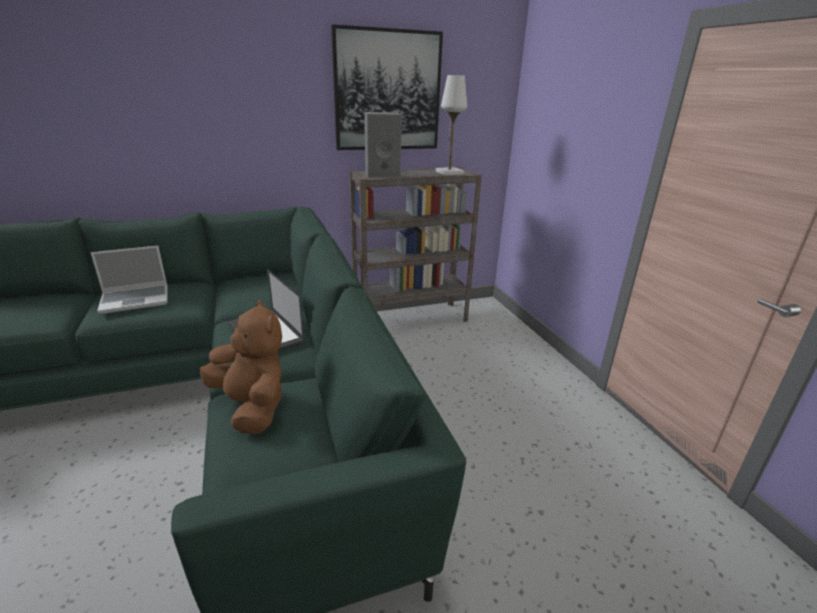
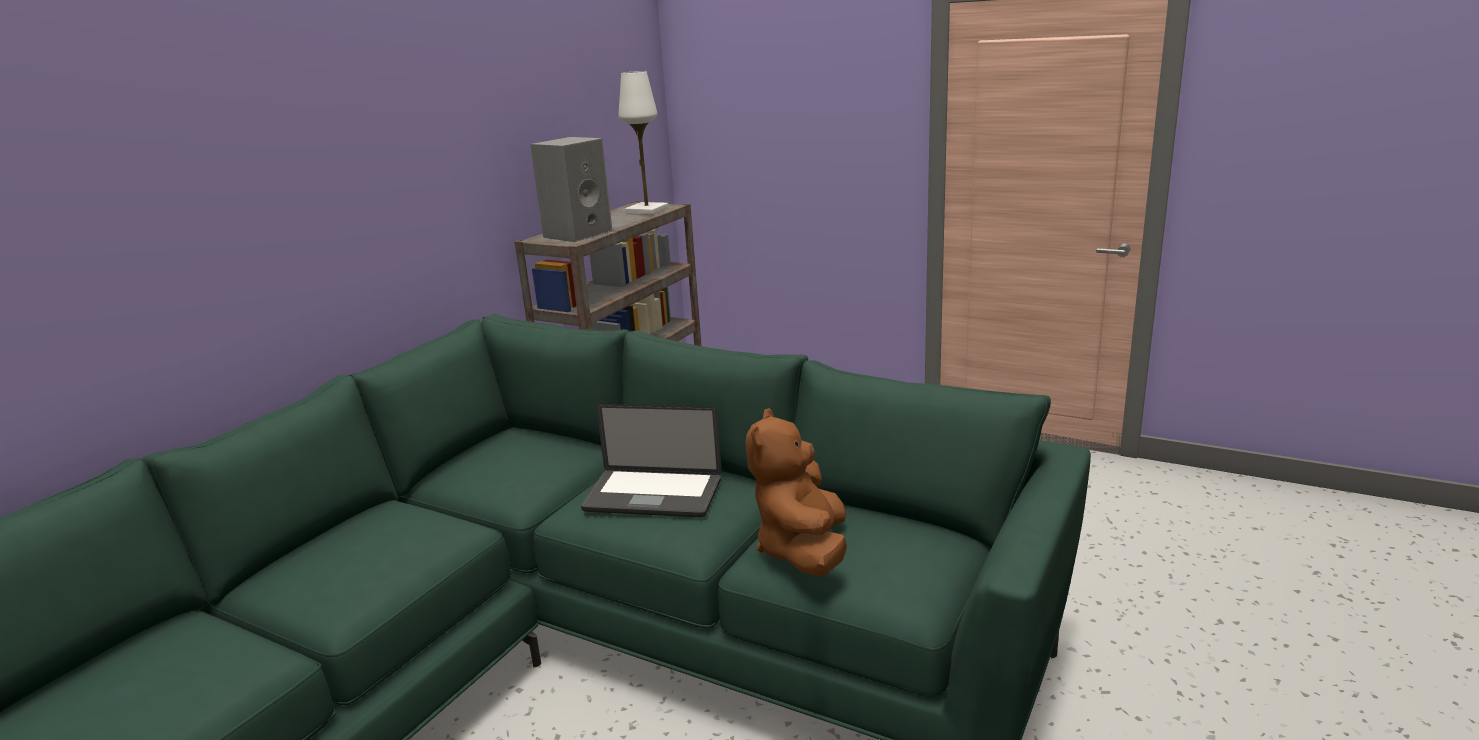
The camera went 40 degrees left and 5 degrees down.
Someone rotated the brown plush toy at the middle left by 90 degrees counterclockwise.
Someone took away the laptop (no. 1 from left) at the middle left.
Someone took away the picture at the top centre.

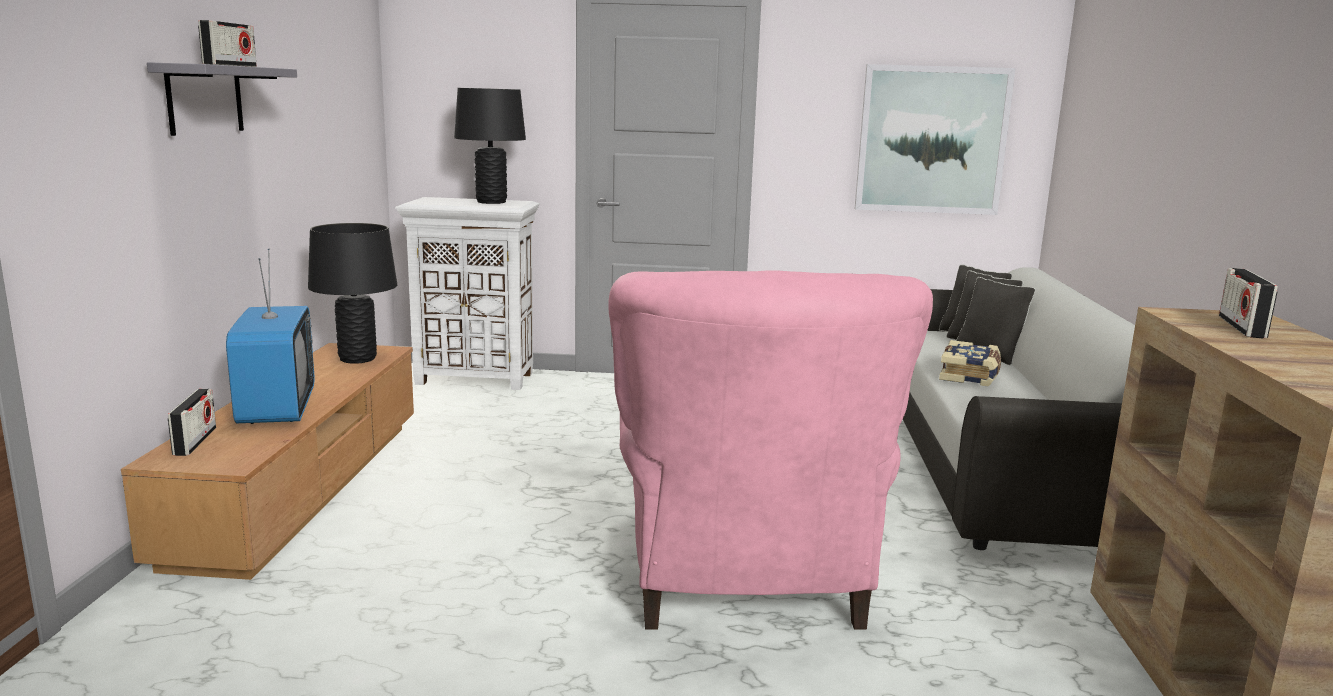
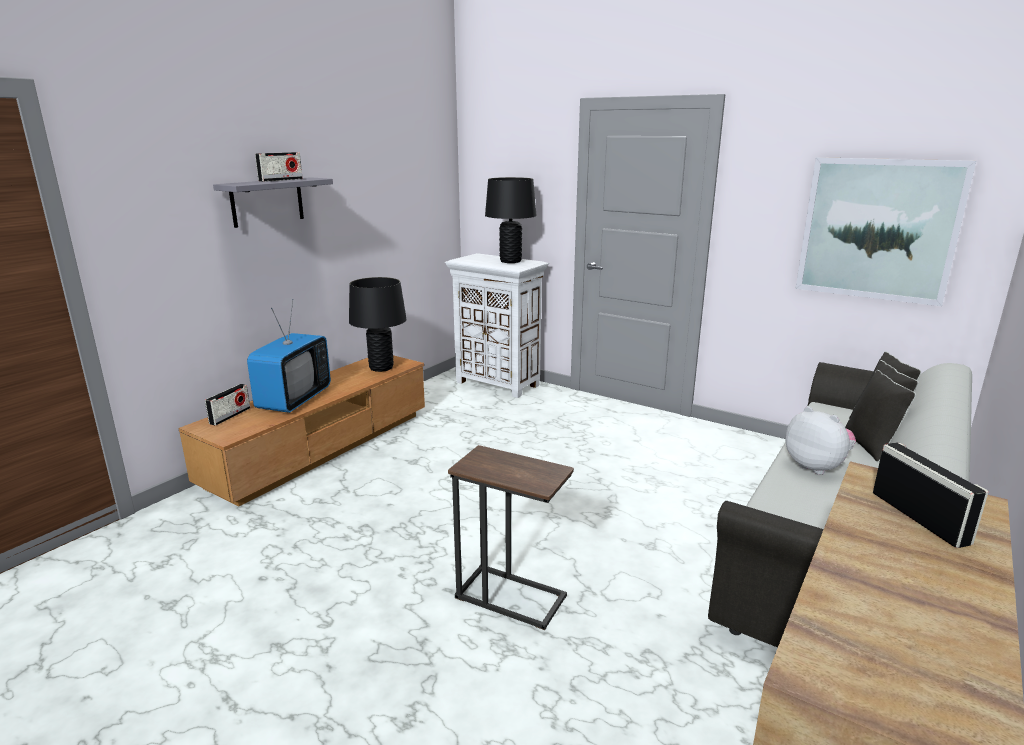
The camera went 30 degrees right and 5 degrees up.
Someone swapped the pink armchair at the centre for the brown side table at the bottom centre.
Someone swapped the book at the middle right for the plush toy at the middle right.
Someone rotated the radio (no. 3 from left) at the middle right by 120 degrees clockwise.

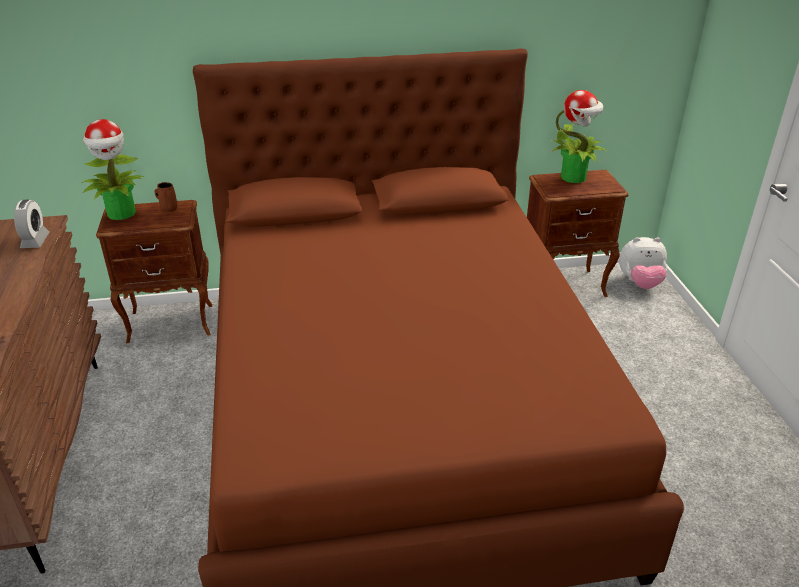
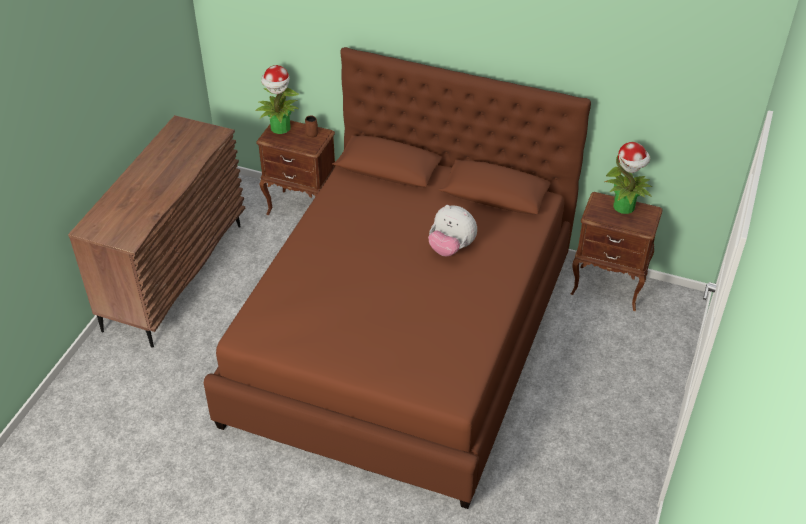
The camera went 30 degrees right and 10 degrees up.
Someone carried the plush toy from the middle right to the centre.
Someone took away the alarm clock at the middle left.

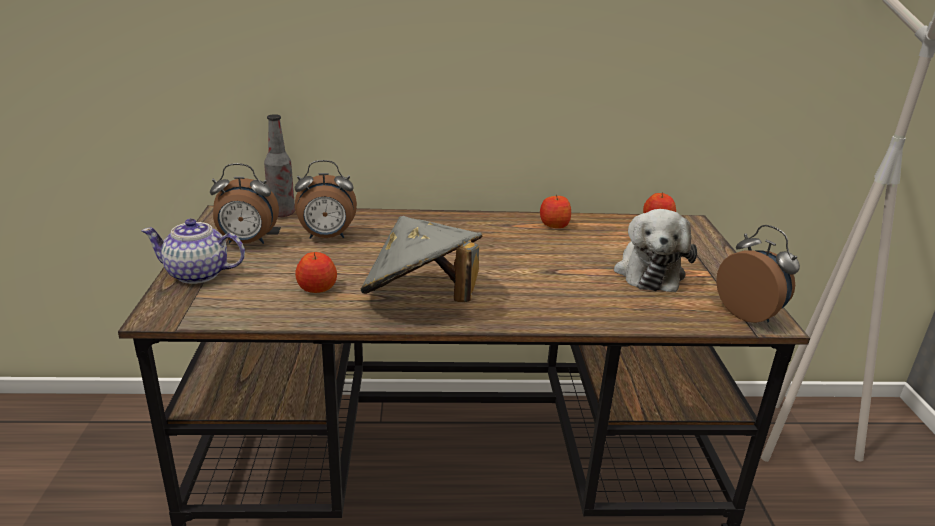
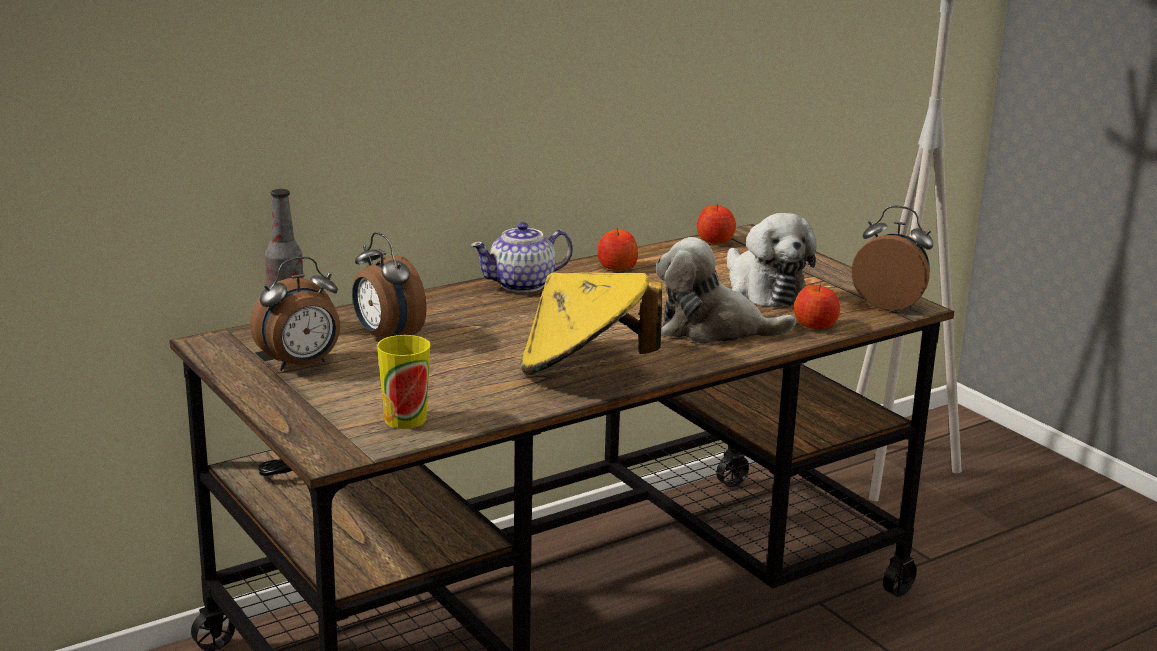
The camera went 30 degrees left and 5 degrees down.
Someone rotated the alarm clock (no. 2 from left) at the centre by 90 degrees clockwise.
Someone put down the cup at the centre.
Someone carried the teapot from the middle left to the centre.
Someone repainted the grey hat at the centre, which became the yellow hat at the centre.
Someone put down the plush toy (no. 1 from left) at the centre.
Someone carried the apple (no. 1 from left in the first image) from the centre to the middle right.

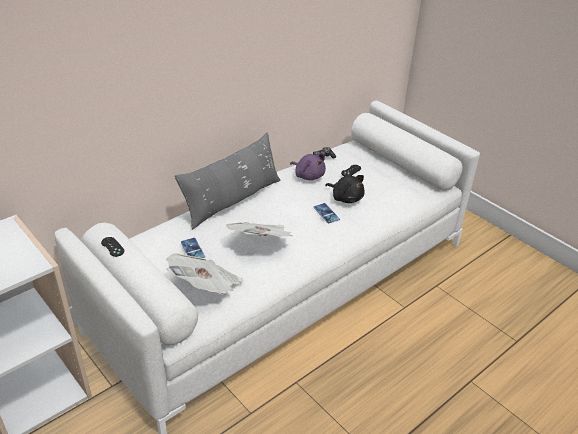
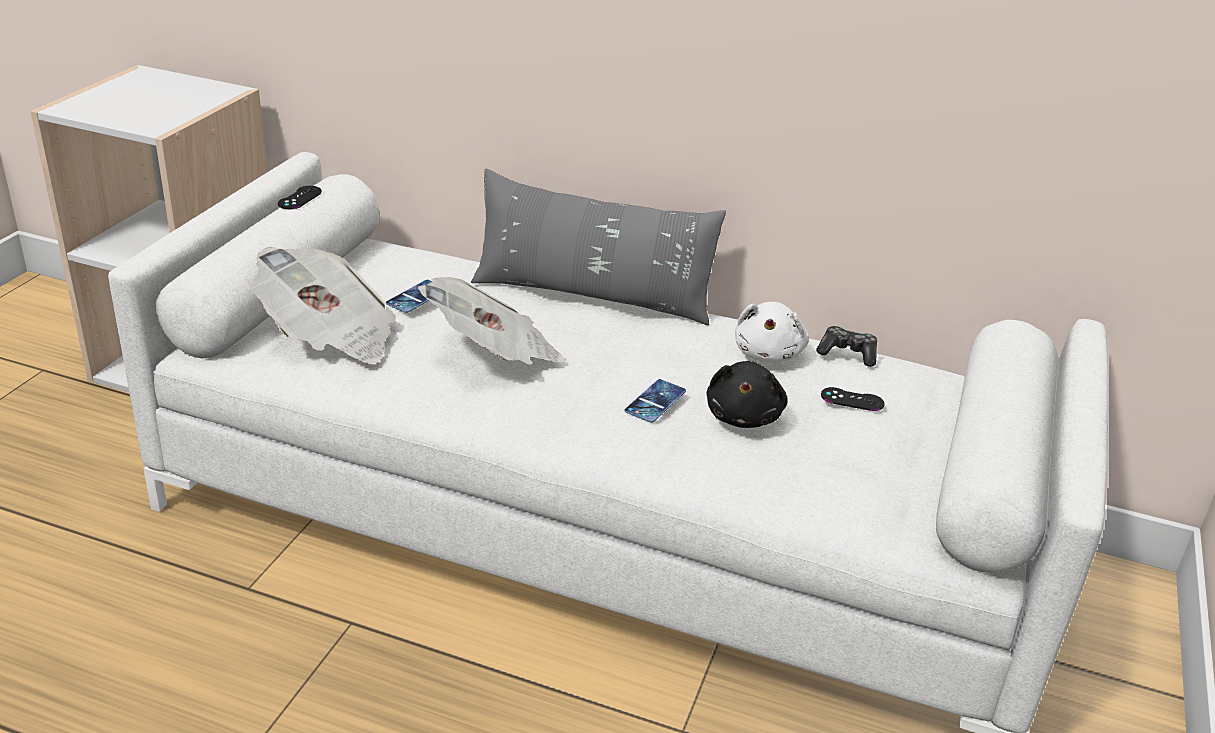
The camera went 60 degrees right and 5 degrees down.
Someone repainted the purple plush toy at the centre, which became the white plush toy at the centre.

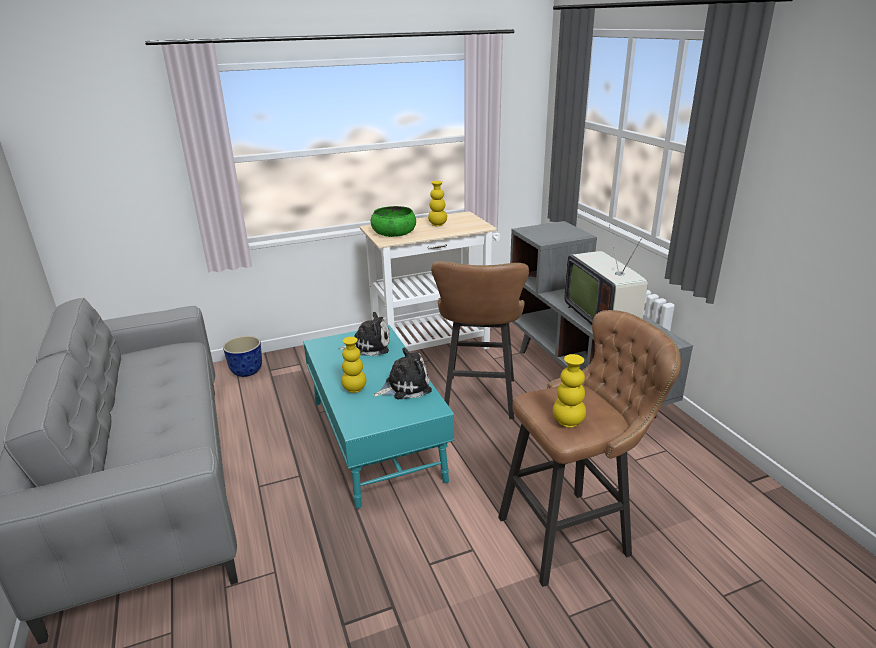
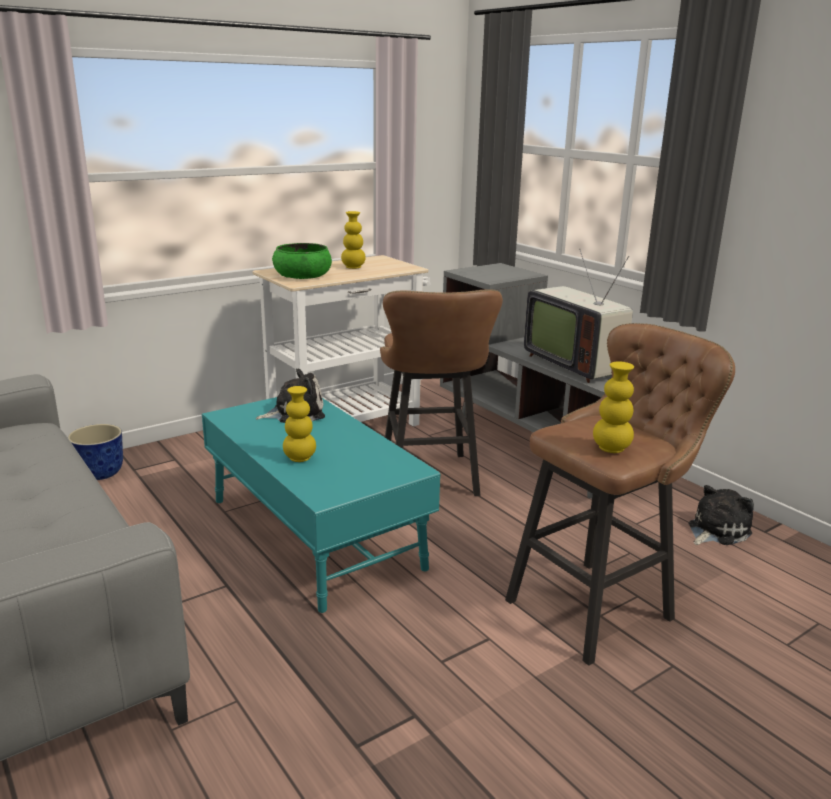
The camera went 15 degrees left and 5 degrees down.
Someone carried the plush toy (no. 2 from left) from the centre to the middle right.

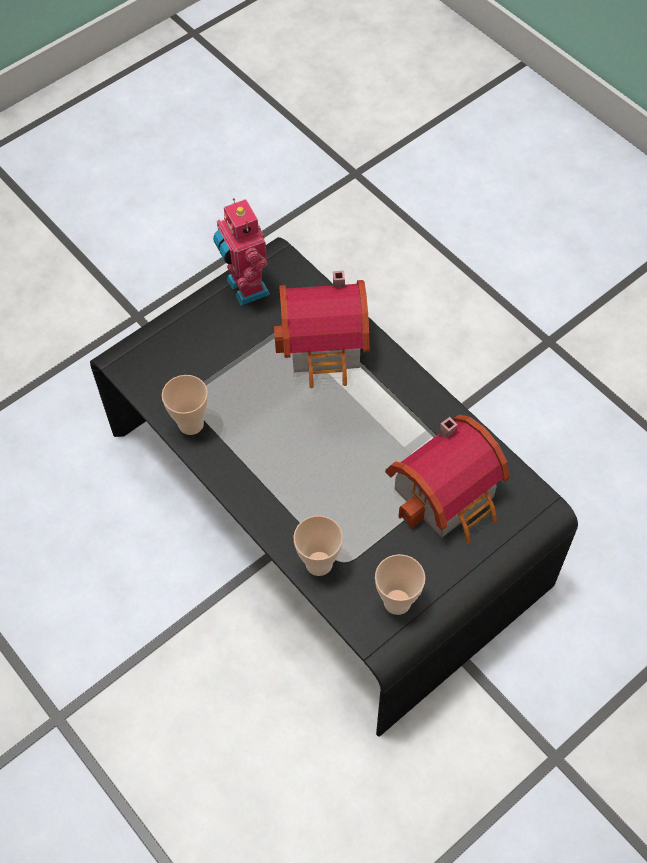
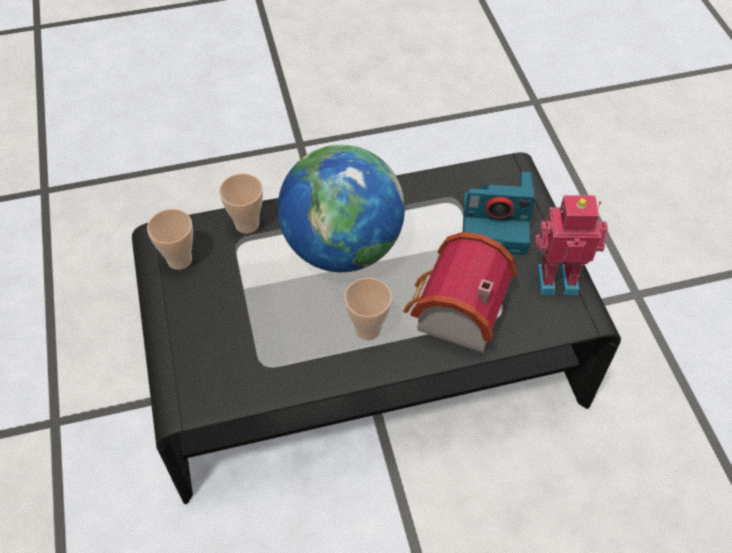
The camera went 115 degrees right and 5 degrees down.
Someone put down the globe at the centre.
Someone carried the cup (no. 1 from left in the first image) from the middle left to the centre.
Someone put down the photo camera at the middle right.
Someone took away the toy house (no. 2 from left) at the middle right.

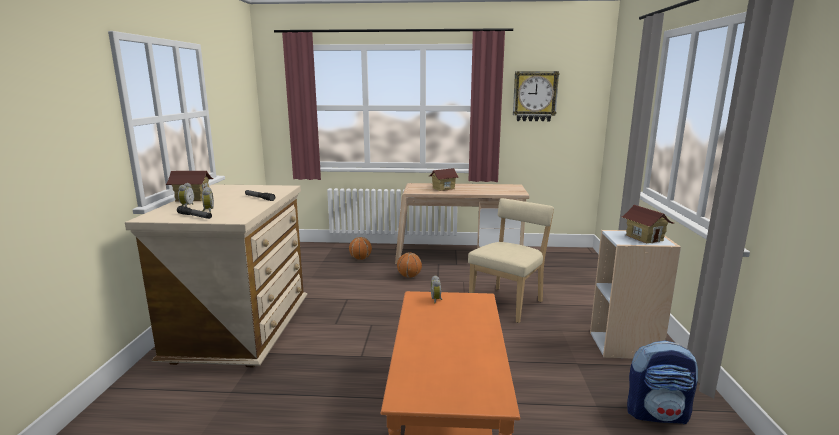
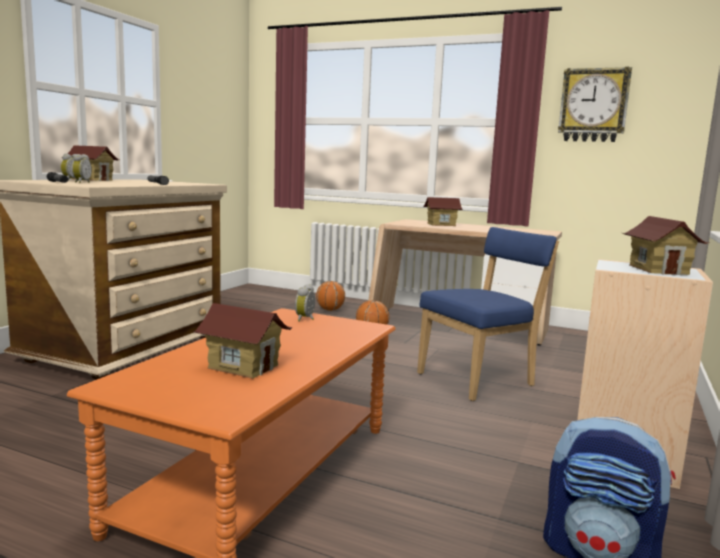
The camera went 20 degrees right and 5 degrees down.
Someone put down the toy house (no. 2 from left) at the centre.
Someone repainted the beige chair at the centre, which became the blue chair at the middle right.

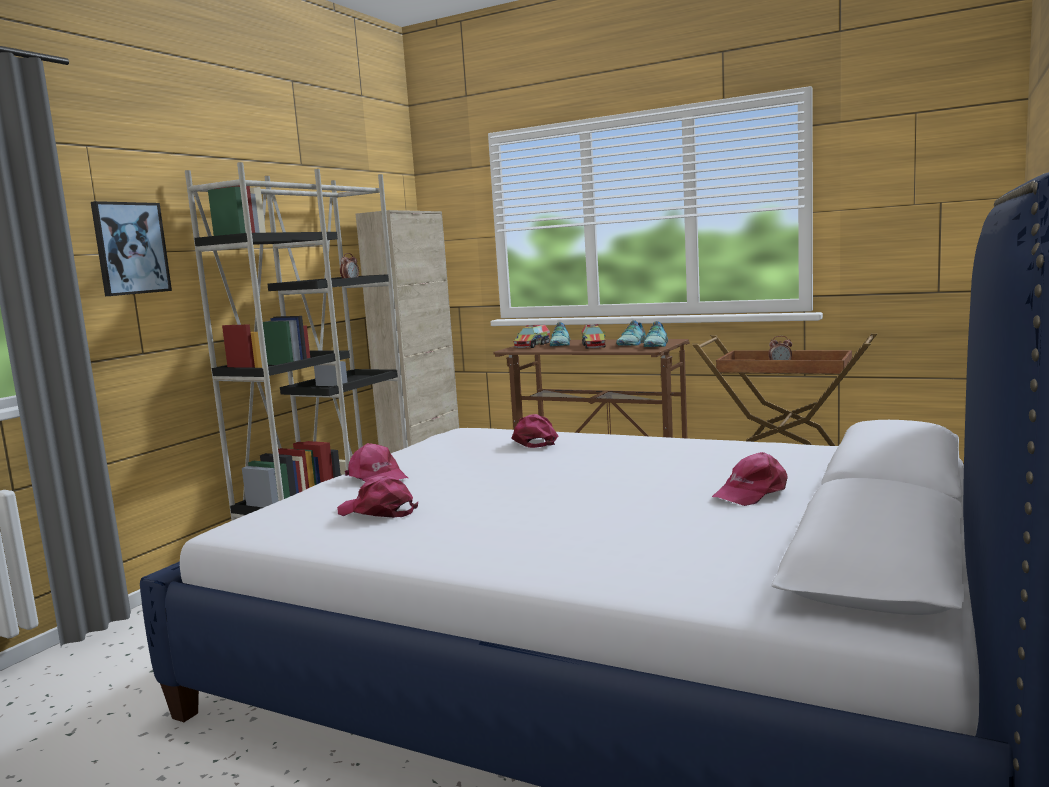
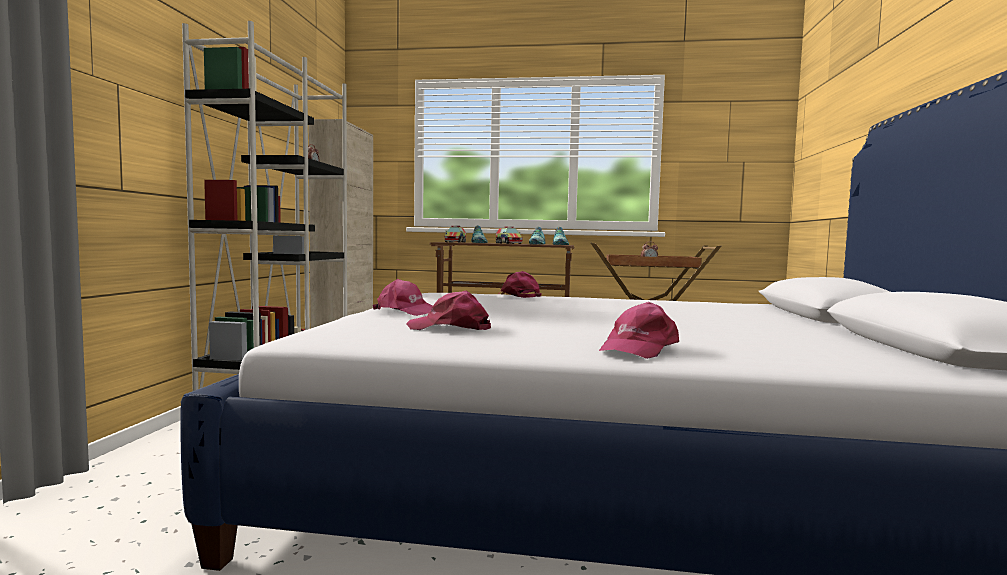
The camera went 20 degrees left and 5 degrees down.
Someone carried the pink cap (no. 4 from left) from the middle right to the centre.
Someone took away the picture at the top left.

